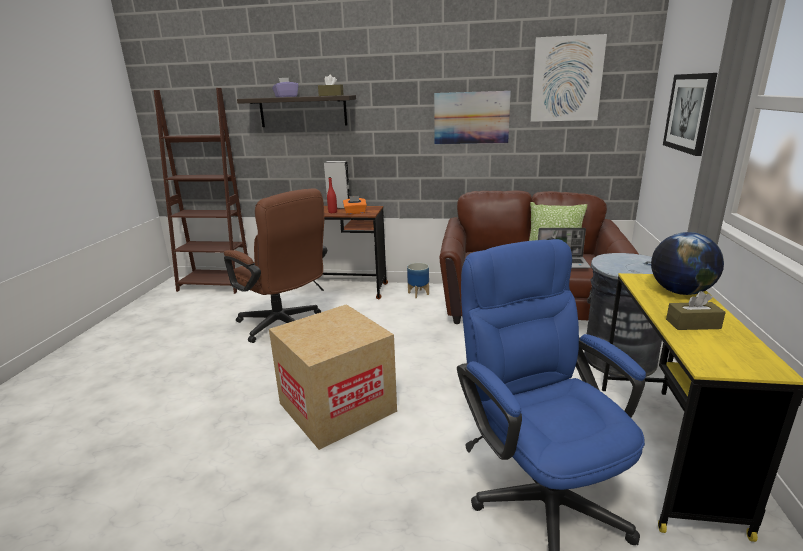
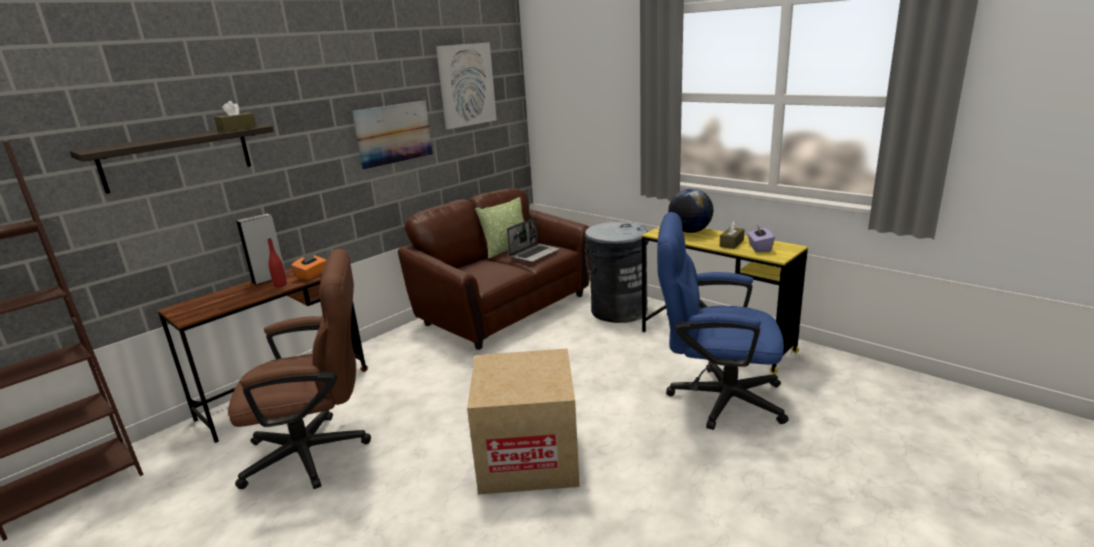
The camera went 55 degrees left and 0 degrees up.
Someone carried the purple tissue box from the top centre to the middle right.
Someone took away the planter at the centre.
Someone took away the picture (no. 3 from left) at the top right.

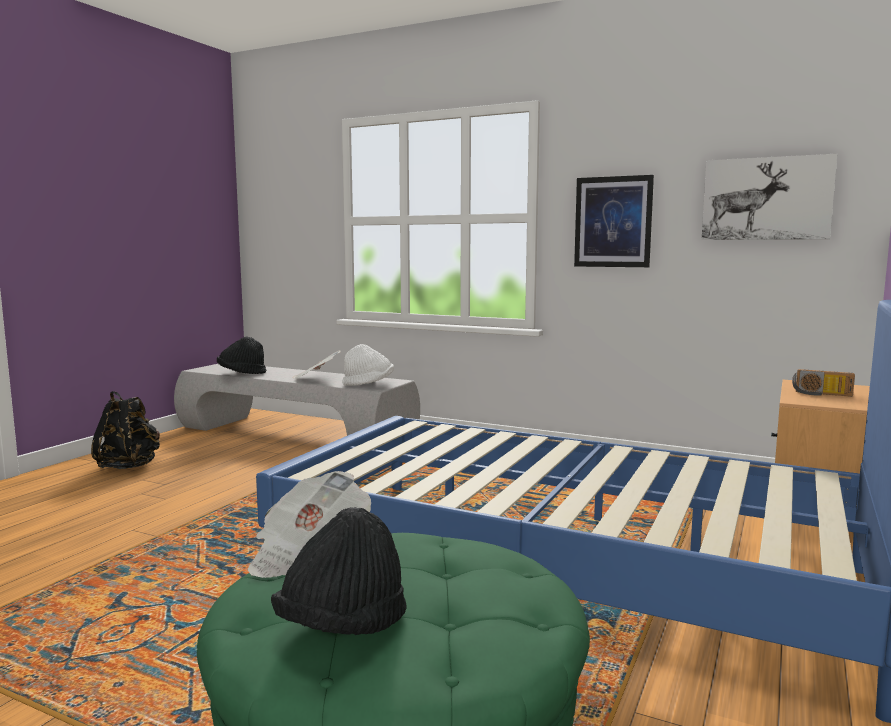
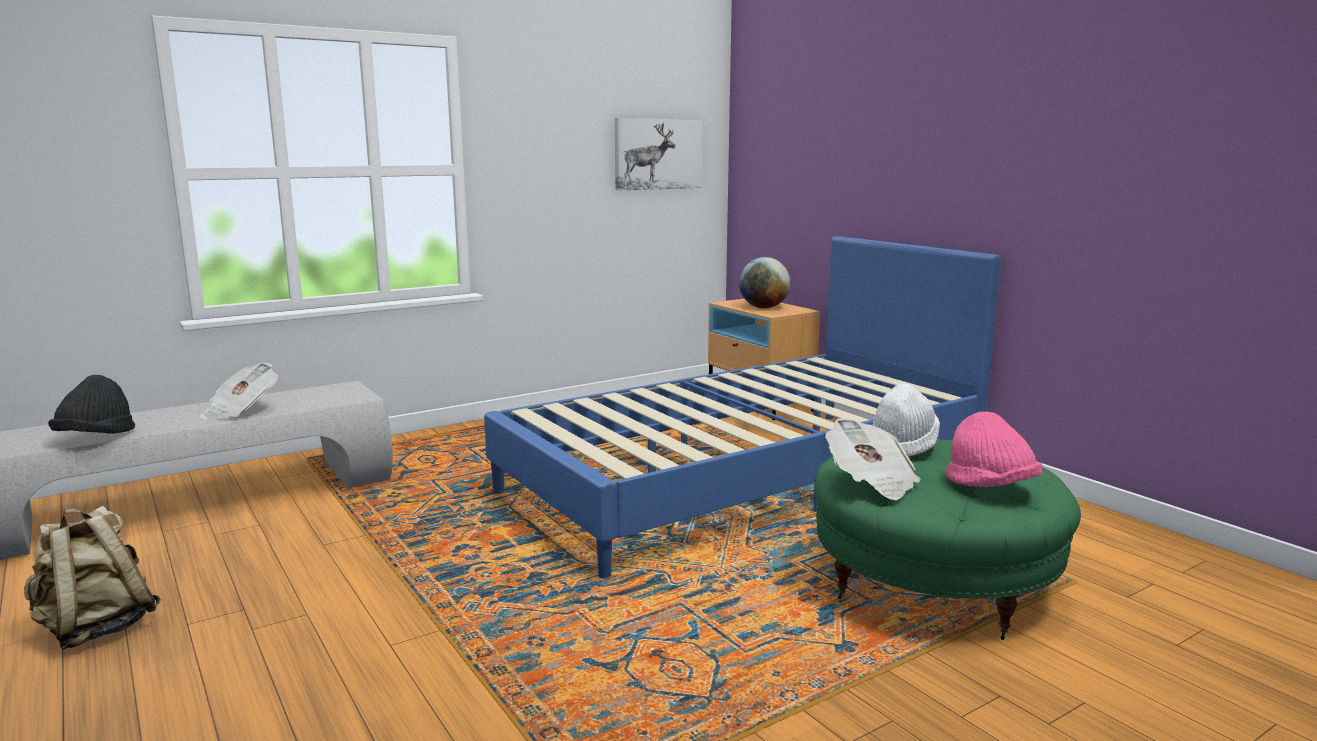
The camera went 60 degrees left and 5 degrees up.
Someone repainted the black backpack at the middle left, which became the beige backpack at the bottom left.
Someone swapped the radio at the middle right for the globe at the centre.
Someone carried the white hat from the centre to the middle right.
Someone repainted the black hat (no. 2 from left) at the bottom centre, which became the pink hat at the middle right.
Someone took away the picture (no. 1 from left) at the top right.

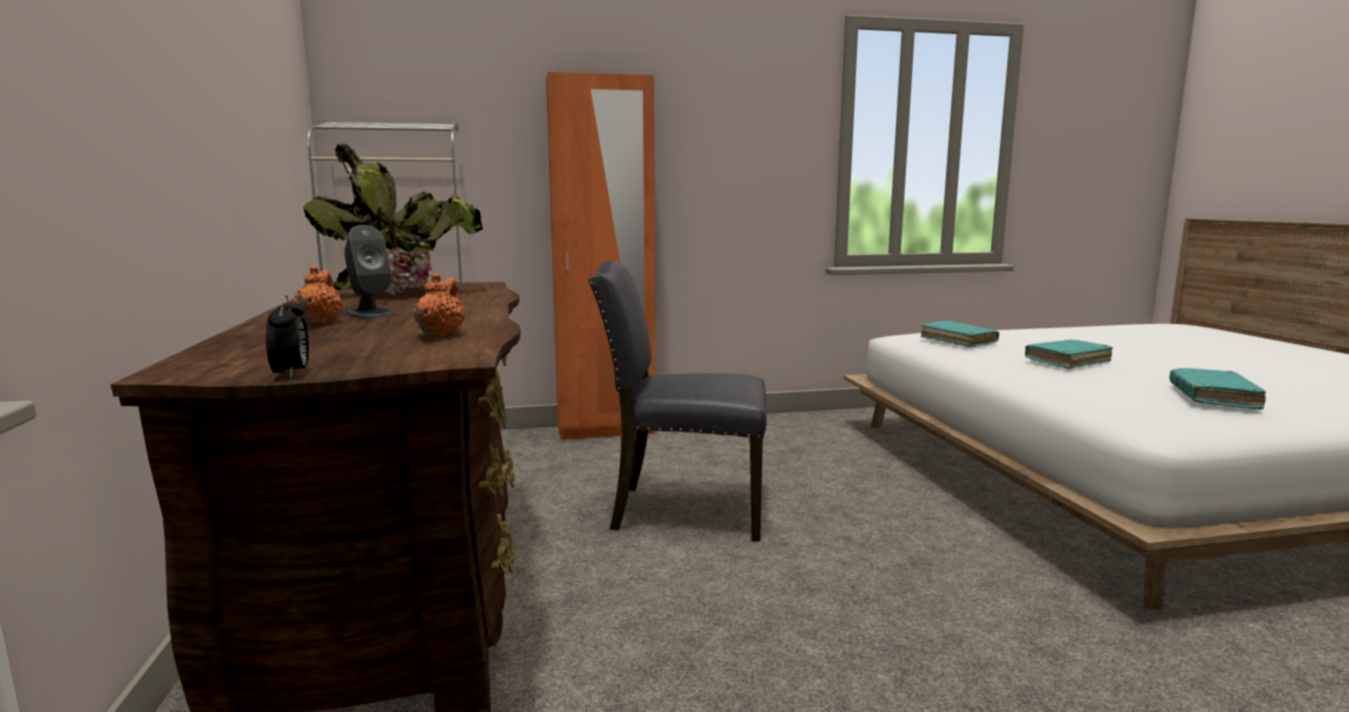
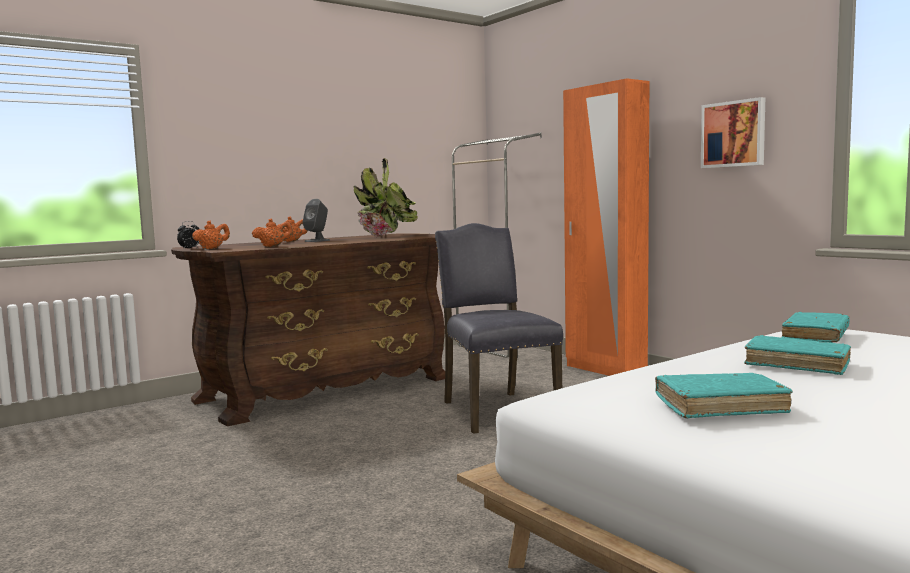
The camera went 65 degrees right and 5 degrees down.
Someone put down the orange teapot (no. 1 from left) at the middle left.
Someone put up the picture at the top right.

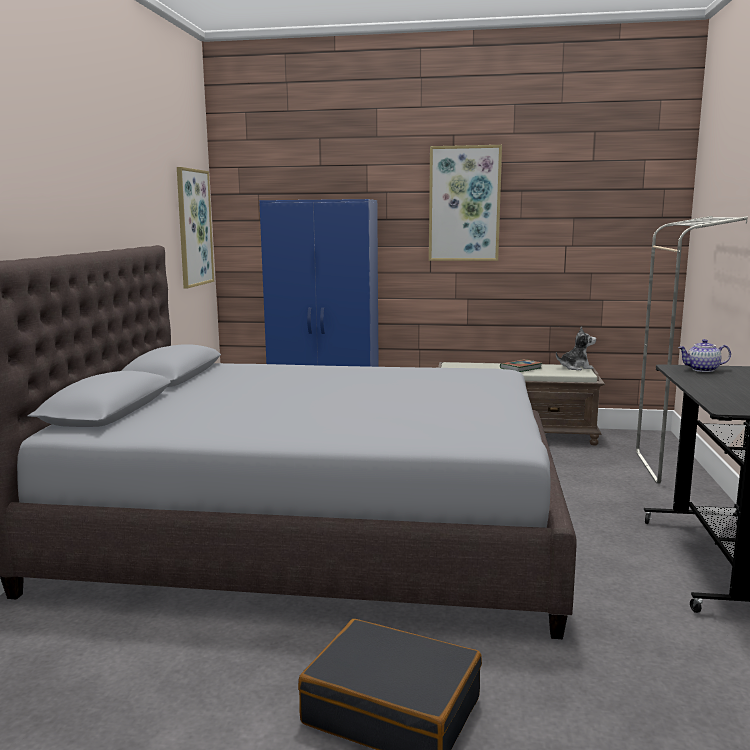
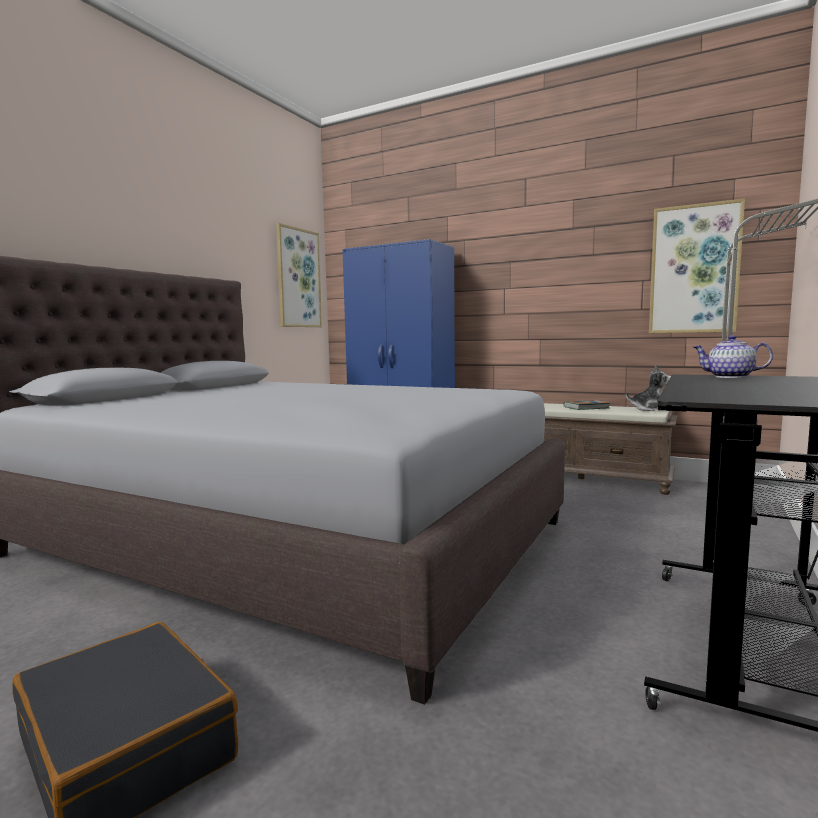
The camera went 20 degrees right and 5 degrees down.
Someone carried the picture (no. 2 from left) from the top centre to the top right.

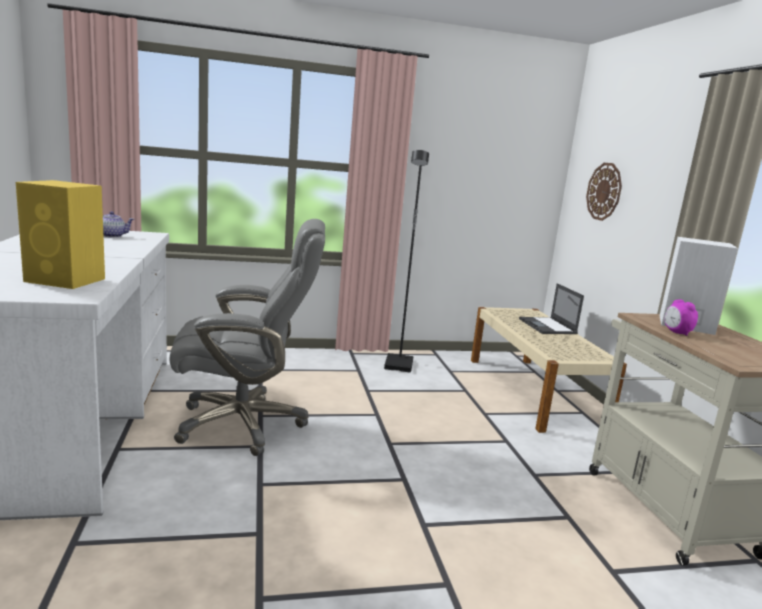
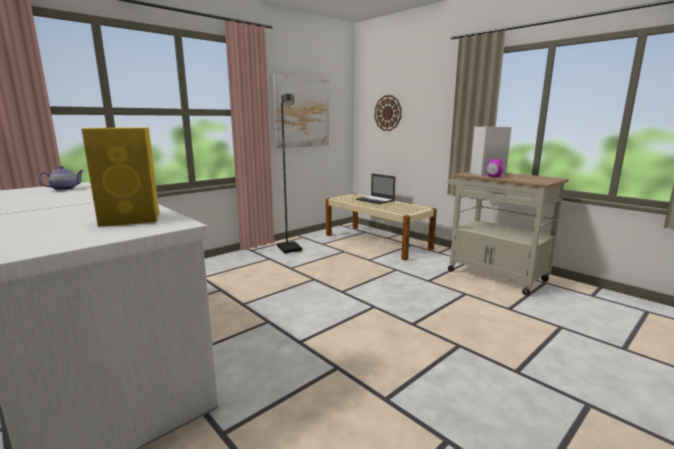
The camera went 30 degrees left and 0 degrees up.
Someone put up the picture at the top centre.
Someone took away the grey office chair at the middle left.

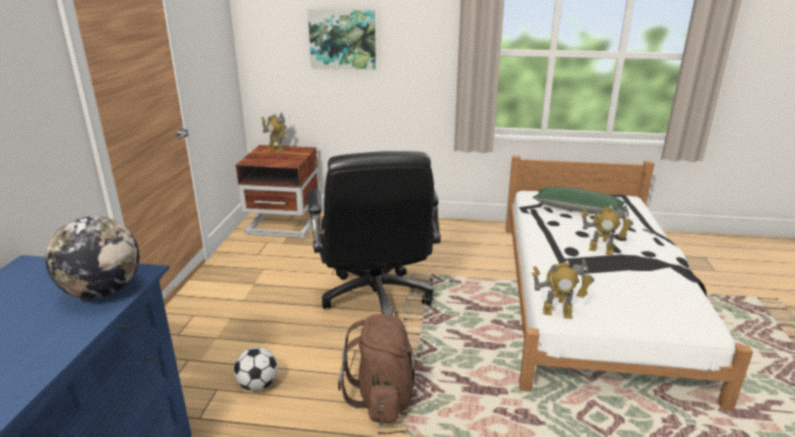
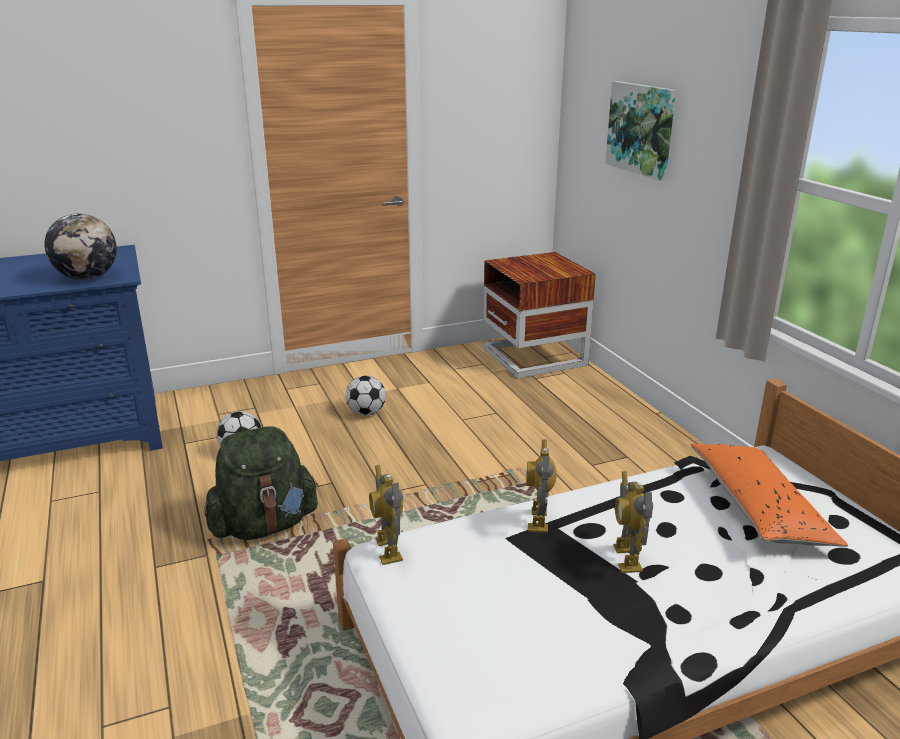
The camera went 60 degrees right and 0 degrees up.
Someone repainted the brown backpack at the bottom centre, which became the green backpack at the middle left.
Someone put down the football (no. 2 from left) at the centre.
Someone carried the toy robot (no. 1 from left in the first image) from the top centre to the centre.
Someone repainted the green pillow at the middle right, which became the orange pillow at the bottom right.
Someone took away the black office chair at the centre.

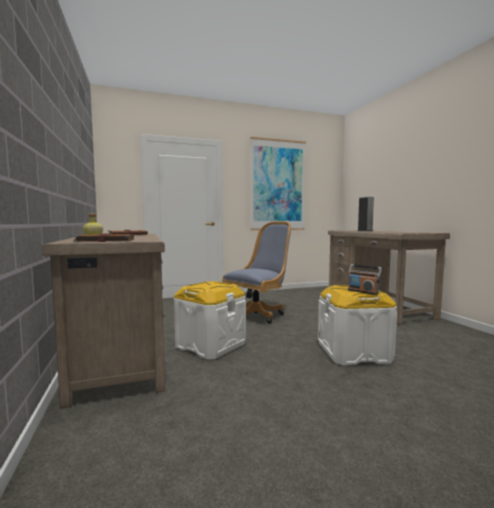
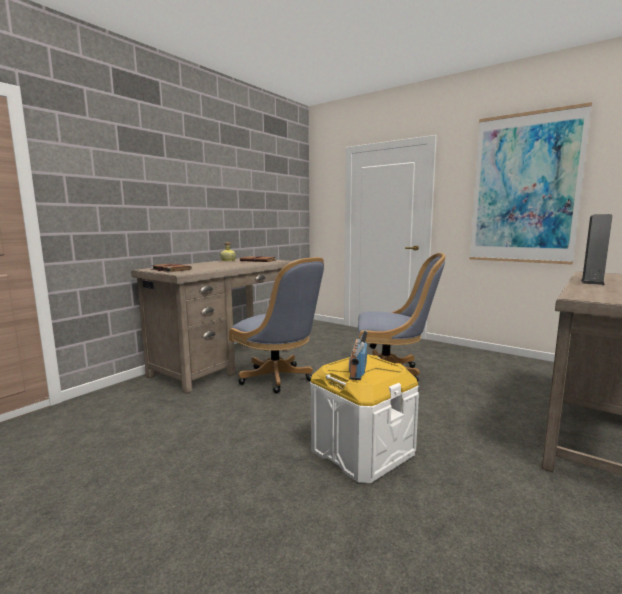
The camera went 55 degrees right and 5 degrees up.
Someone swapped the white storage box (no. 1 from left) at the centre for the blue office chair (no. 1 from left) at the centre.

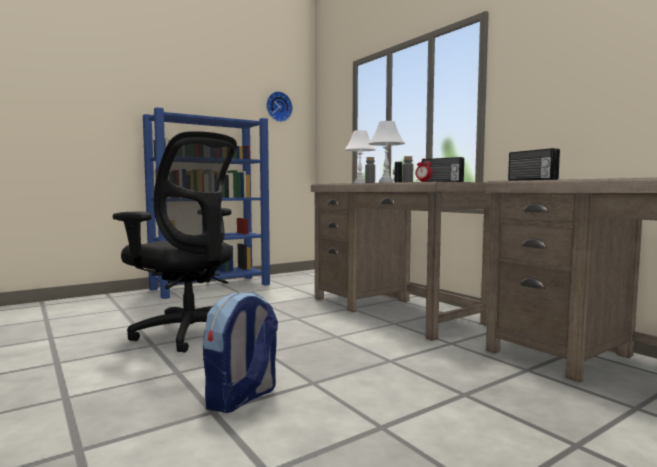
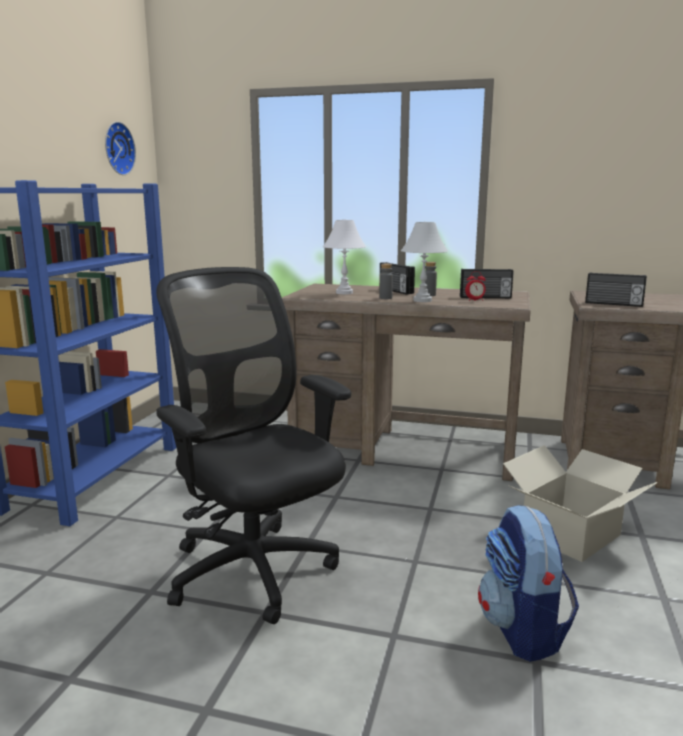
The camera went 40 degrees left and 10 degrees up.
Someone rotated the black office chair at the middle left by 120 degrees counterclockwise.
Someone put down the cardboard box at the bottom right.

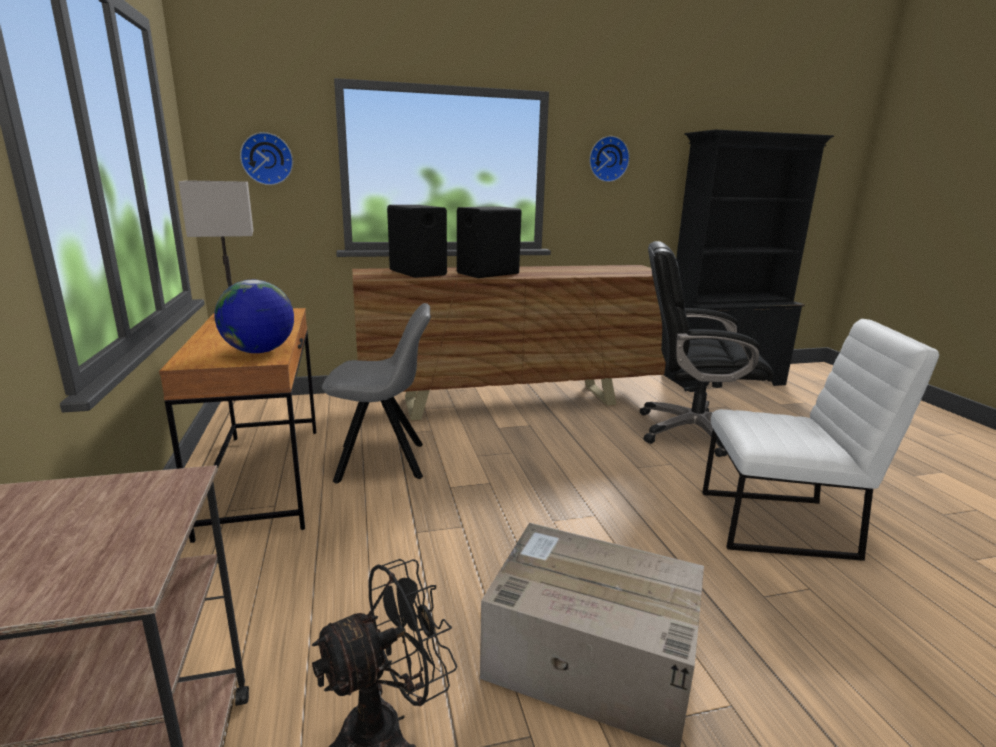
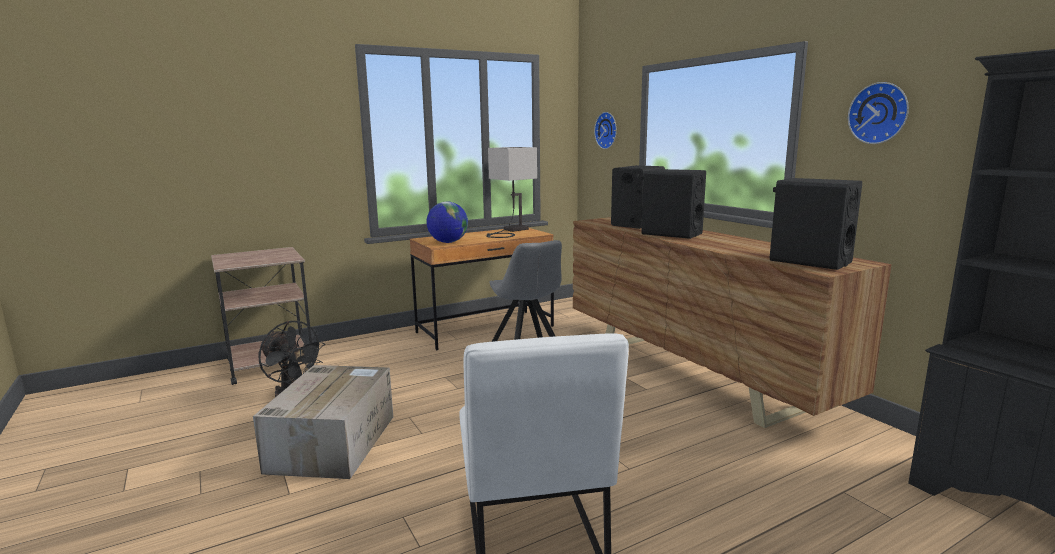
The camera went 75 degrees right and 5 degrees down.
Someone put down the black speaker (no. 3 from left) at the middle right.
Someone took away the black office chair at the middle right.

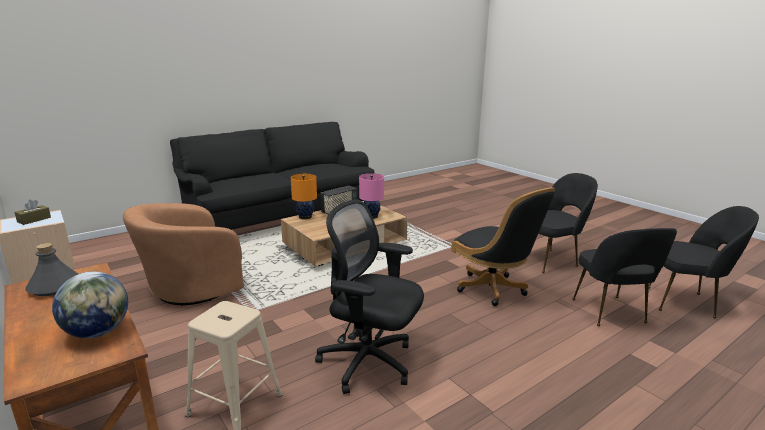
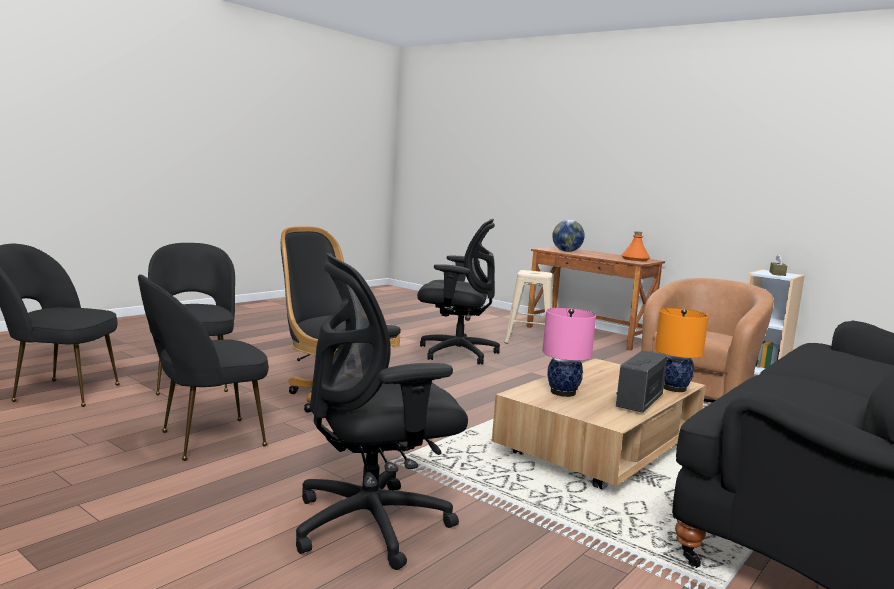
The camera went 165 degrees right and 10 degrees down.
Someone put down the black office chair (no. 2 from left) at the bottom centre.
Someone repainted the grey bottle at the middle left, which became the orange bottle at the middle right.

